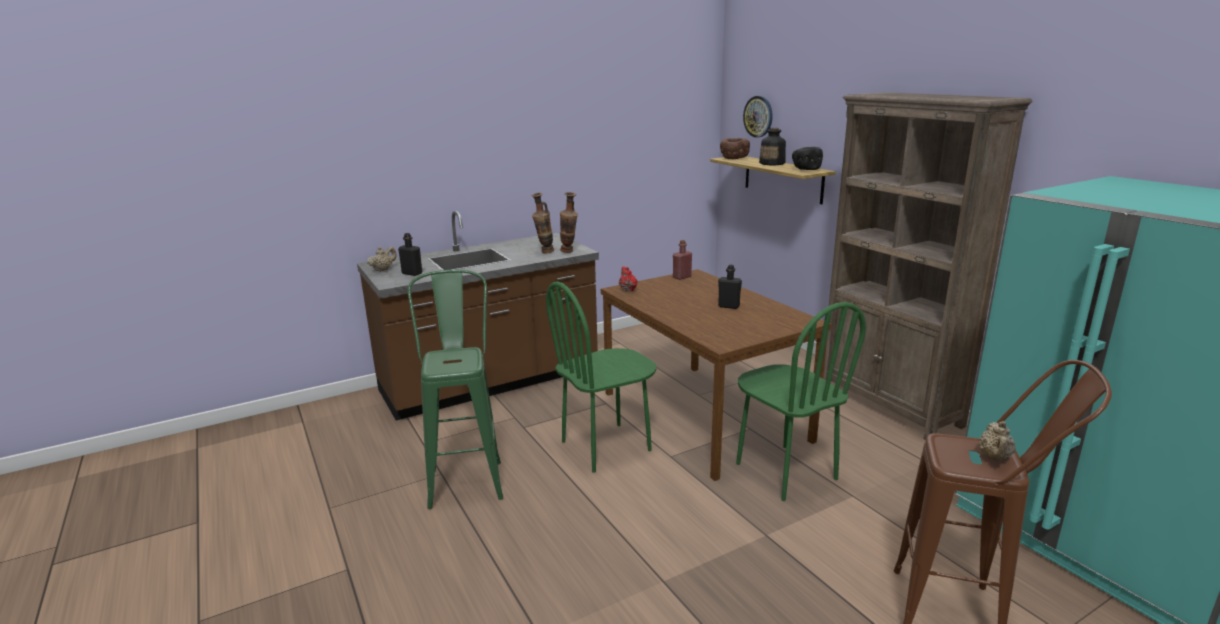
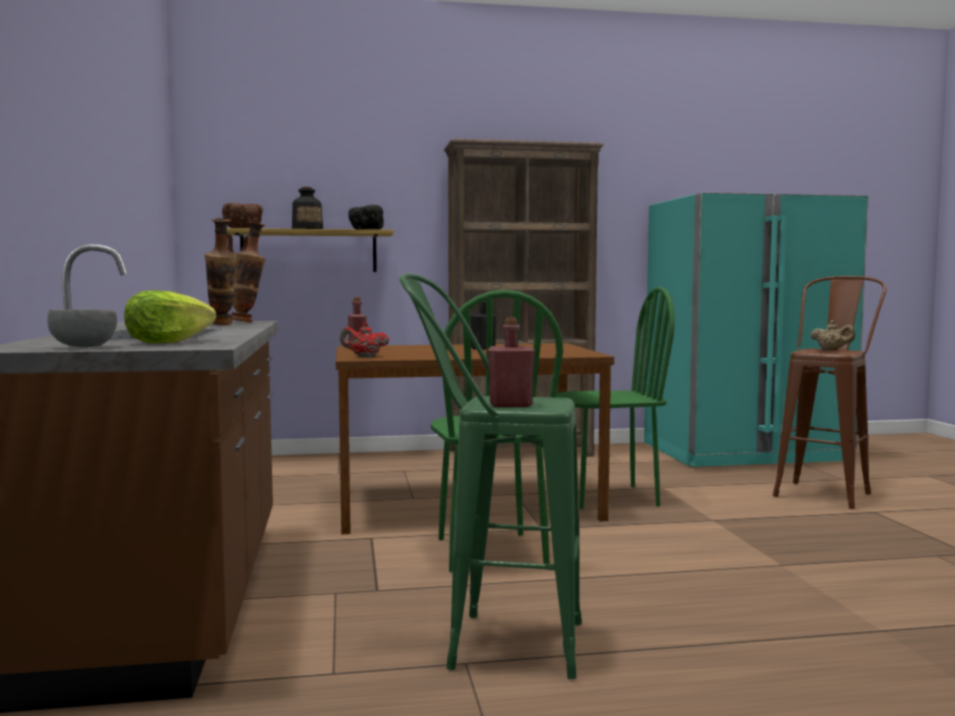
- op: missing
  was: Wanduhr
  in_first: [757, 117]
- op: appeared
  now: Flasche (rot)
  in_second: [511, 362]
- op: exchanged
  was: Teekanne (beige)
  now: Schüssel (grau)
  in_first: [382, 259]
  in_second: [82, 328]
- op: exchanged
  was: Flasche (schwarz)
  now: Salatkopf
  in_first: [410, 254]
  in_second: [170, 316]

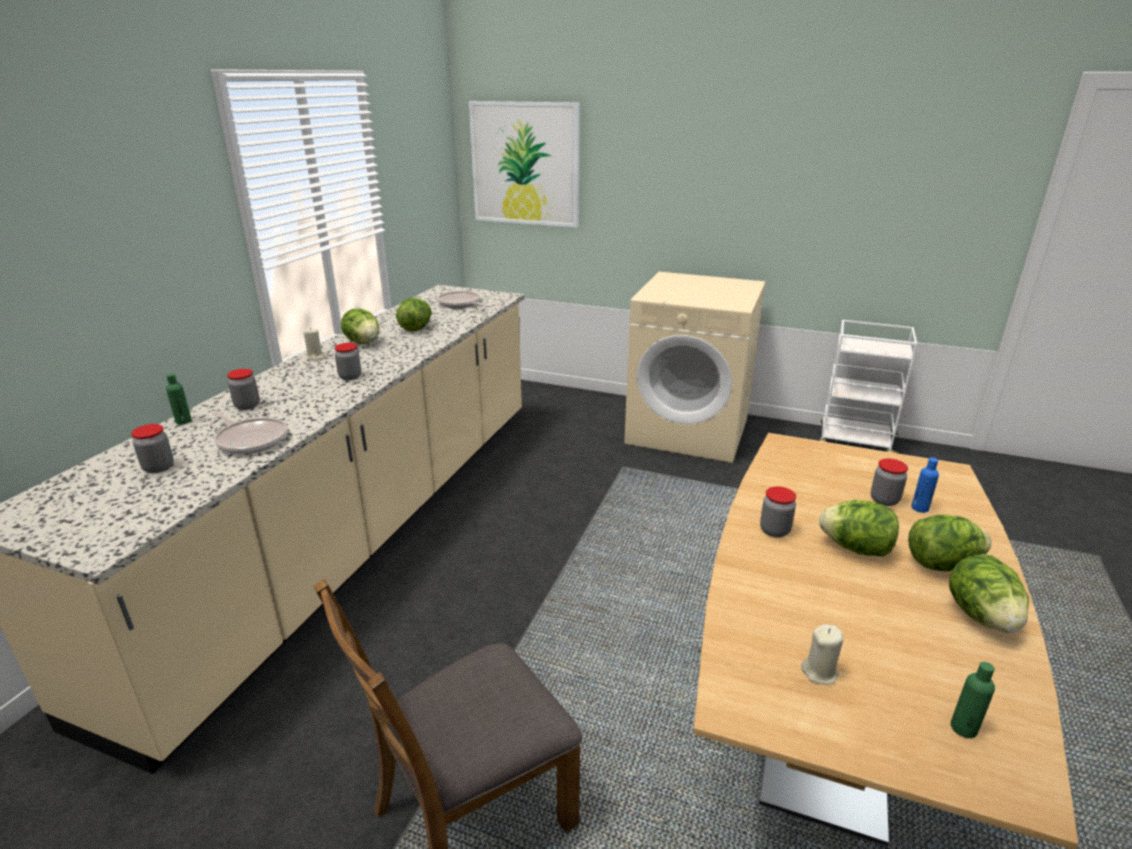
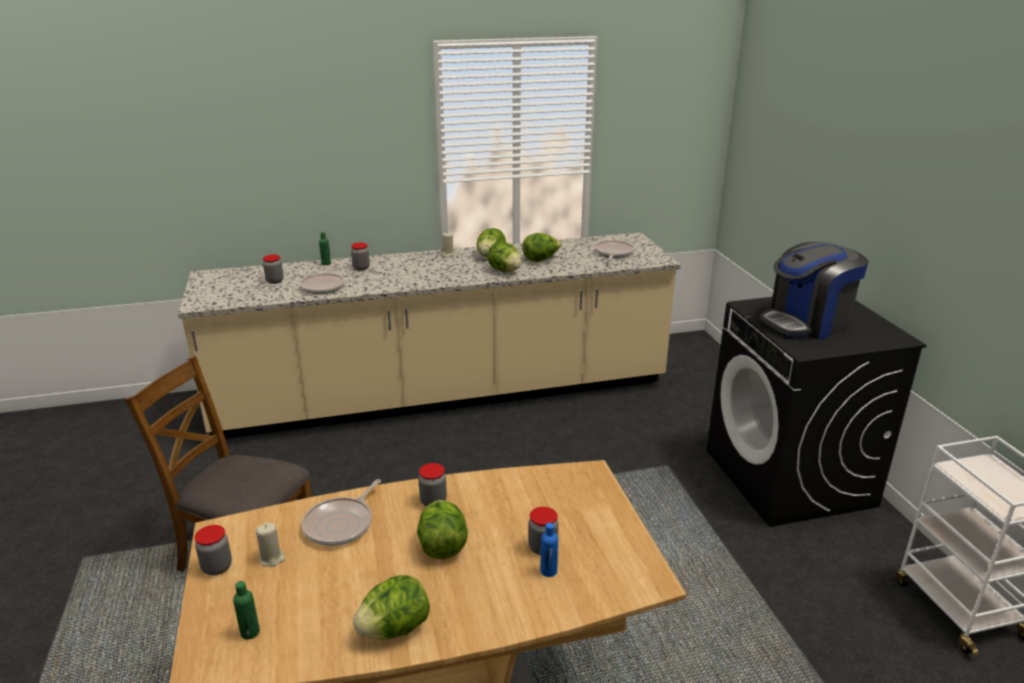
- op: missing
  was: Bild
  in_first: [524, 164]
- op: appeared
  now: Pfanne
  in_second: [341, 512]
- op: appeared
  now: Kaffeemaschine
  in_second: [814, 291]
- op: relocated
  was: Vorratsglas
  in_first: [348, 361]
  in_second: [213, 550]
- op: relocated
  was: Salatkopf
  in_first: [950, 543]
  in_second: [504, 257]
- op: colour
  was: Waschmaschine (beige)
  now: Waschmaschine (schwarz)
  in_first: [695, 367]
  in_second: [817, 412]

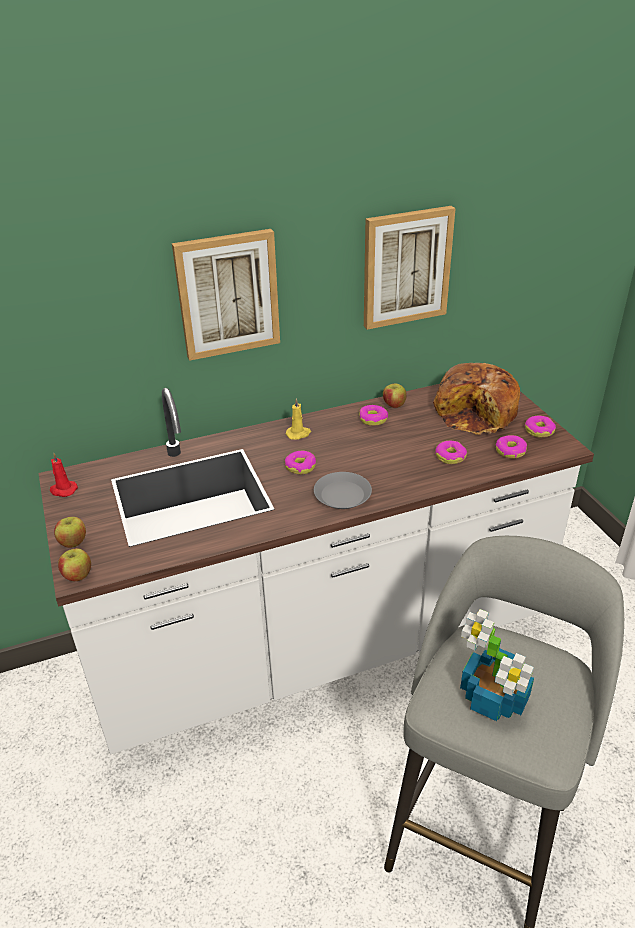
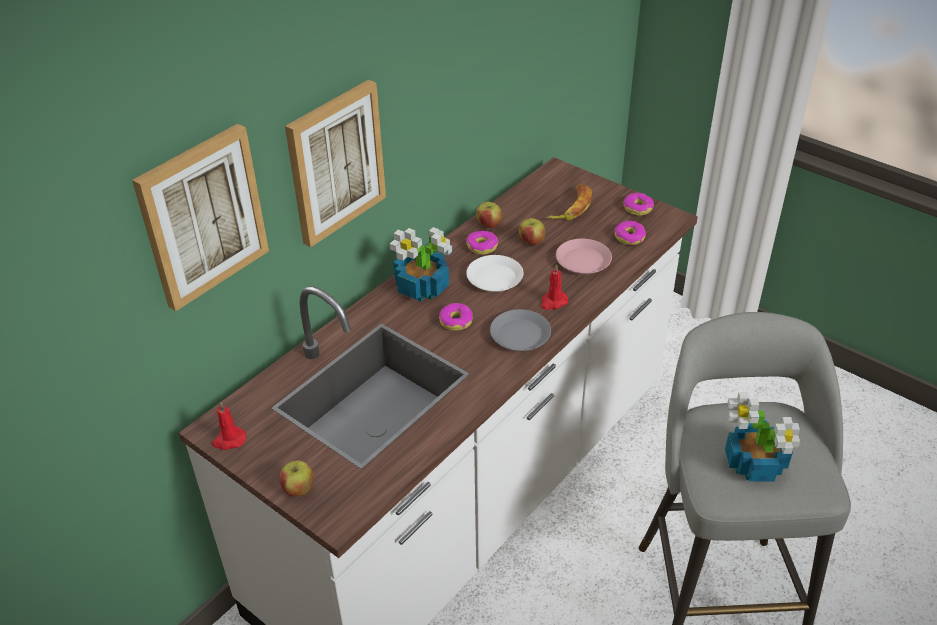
- op: appeared
  now: Teller (weiß)
  in_second: [495, 273]
- op: appeared
  now: Kerze (rot)
  in_second: [554, 287]
- op: relocated
  was: Apfel
  in_first: [74, 564]
  in_second: [532, 231]
- op: relocated
  was: Bild
  in_first: [410, 268]
  in_second: [200, 217]
- op: exchanged
  was: Kerze (gelb)
  now: Topfpflanze
  in_first: [298, 419]
  in_second: [421, 264]
- op: exchanged
  was: Brot
  now: Banane
  in_first: [476, 399]
  in_second: [569, 202]
- op: exchanged
  was: Donut
  now: Teller (rosa)
  in_first: [451, 452]
  in_second: [584, 257]

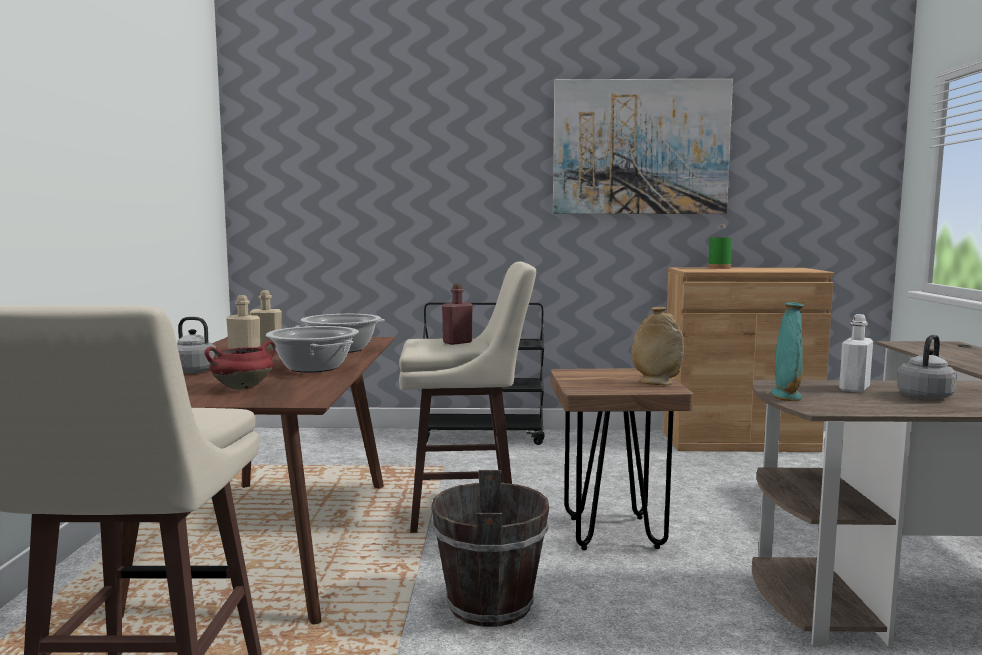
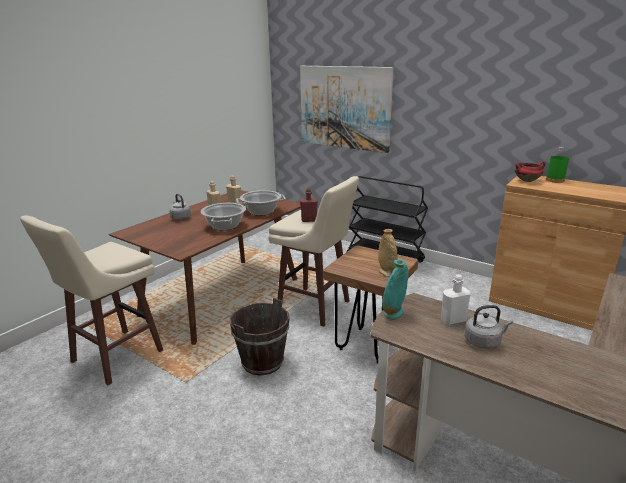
- op: relocated
  was: Kochtopf (rot)
  in_first: [240, 365]
  in_second: [530, 171]
- op: relocated
  was: Bild
  in_first: [643, 146]
  in_second: [346, 109]

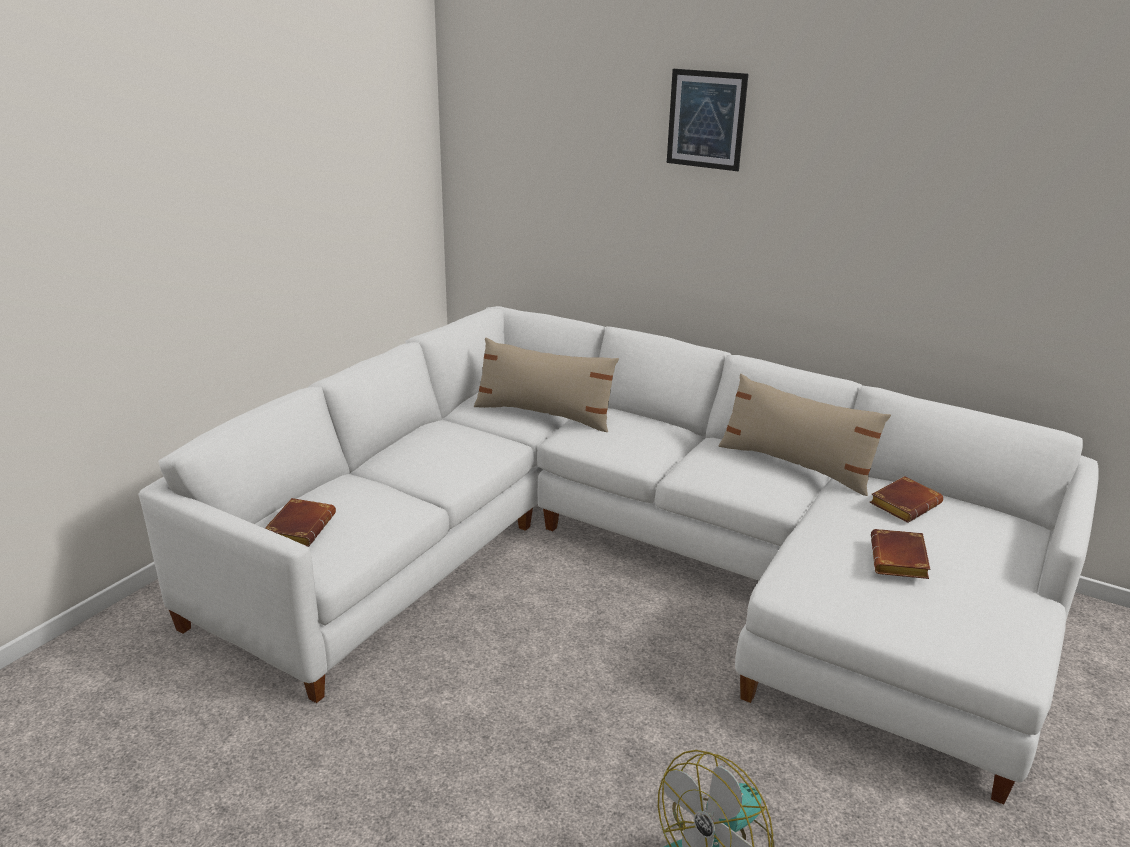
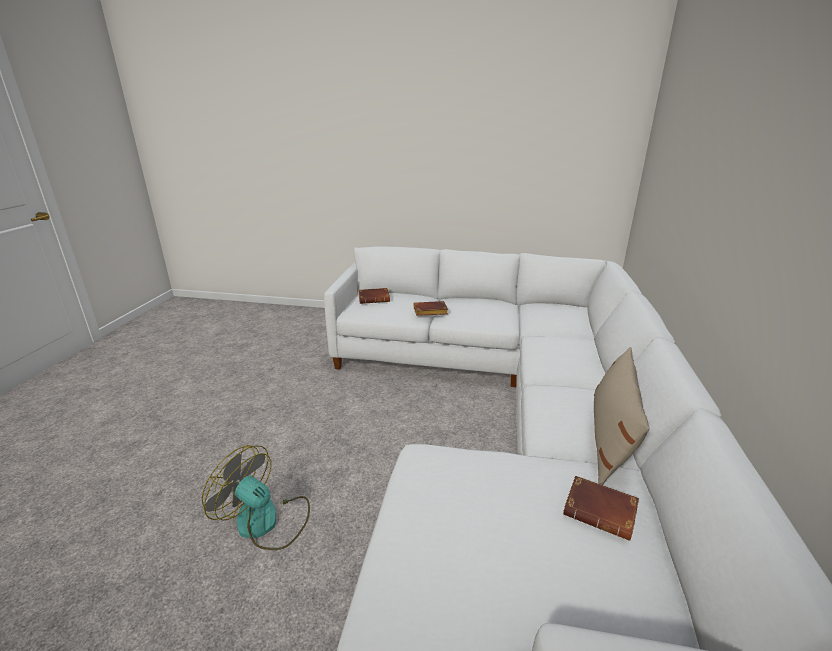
- op: missing
  was: Kissen (beige)
  in_first: [546, 385]
- op: missing
  was: Bild
  in_first: [707, 120]
- op: relocated
  was: Buch (braun)
  in_first: [900, 554]
  in_second: [431, 308]

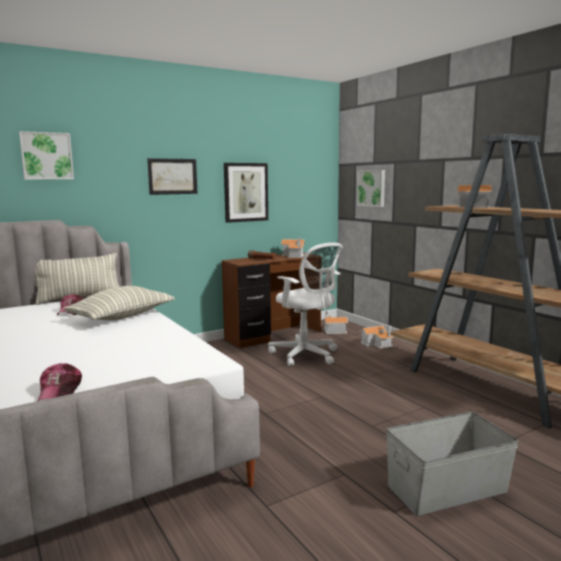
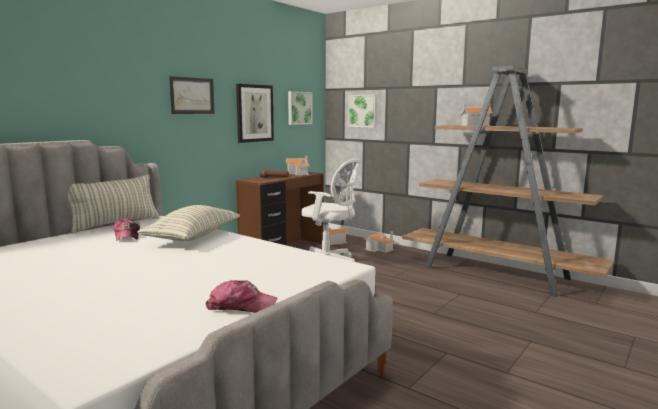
- op: missing
  was: Aufbewahrungsbox (grau)
  in_first: [452, 464]
- op: relocated
  was: Bild
  in_first: [46, 155]
  in_second: [300, 108]
- op: spun
  was: Kappe
  in_first: [59, 382]
  in_second: [241, 296]
  clockwise: -60

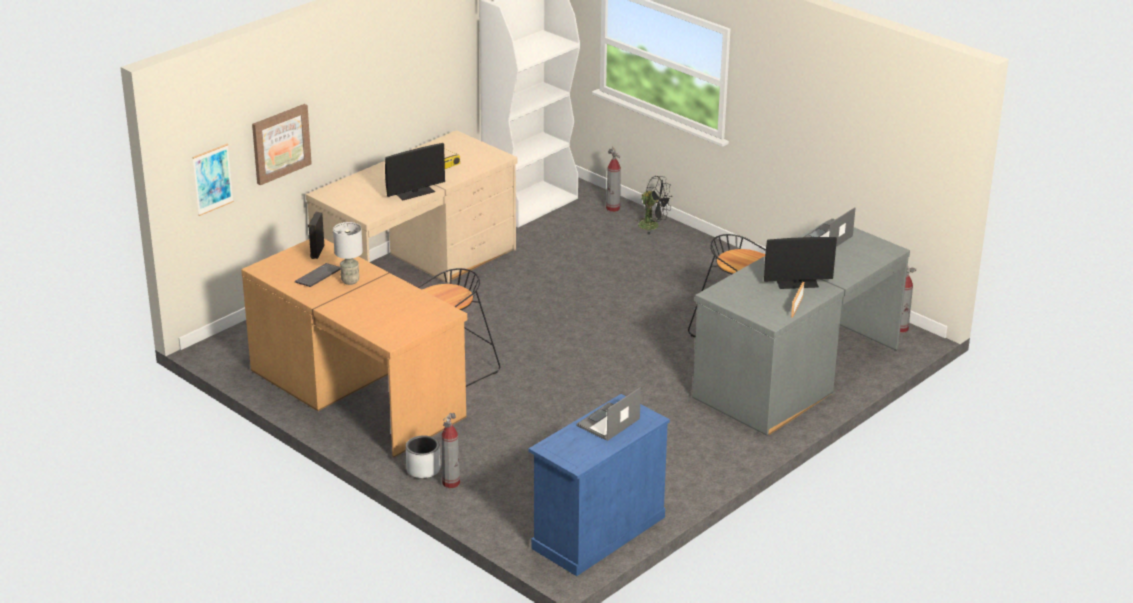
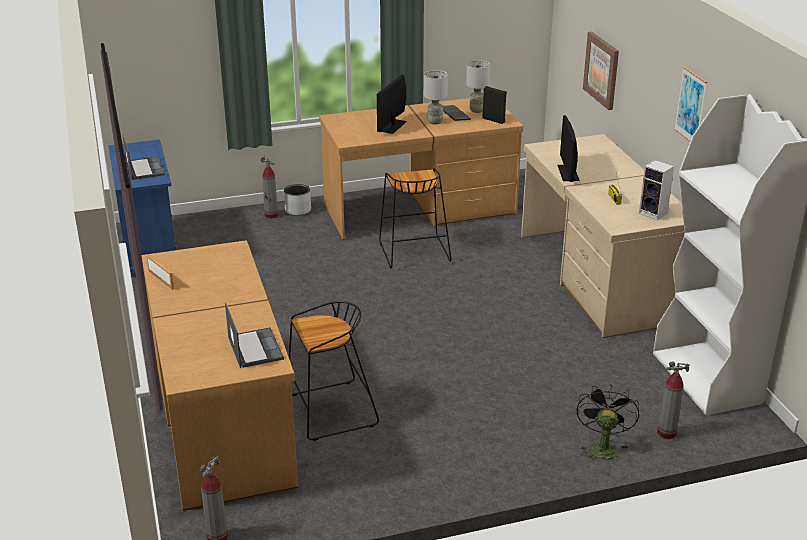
- op: appeared
  now: Tischlampe (grau)
  in_second: [478, 86]
- op: appeared
  now: Lautsprecher
  in_second: [656, 190]
- op: relocated
  was: Bild
  in_first: [213, 180]
  in_second: [690, 104]
- op: relocated
  was: Monitor
  in_first: [800, 263]
  in_second: [392, 104]
- op: colour
  was: Schreibtisch (grau)
  now: Schreibtisch (braun)
  in_first: [801, 327]
  in_second: [219, 375]
- op: spun
  was: Ventilator (schwarz)
  in_first: [653, 205]
  in_second: [607, 424]
  clockwise: 135

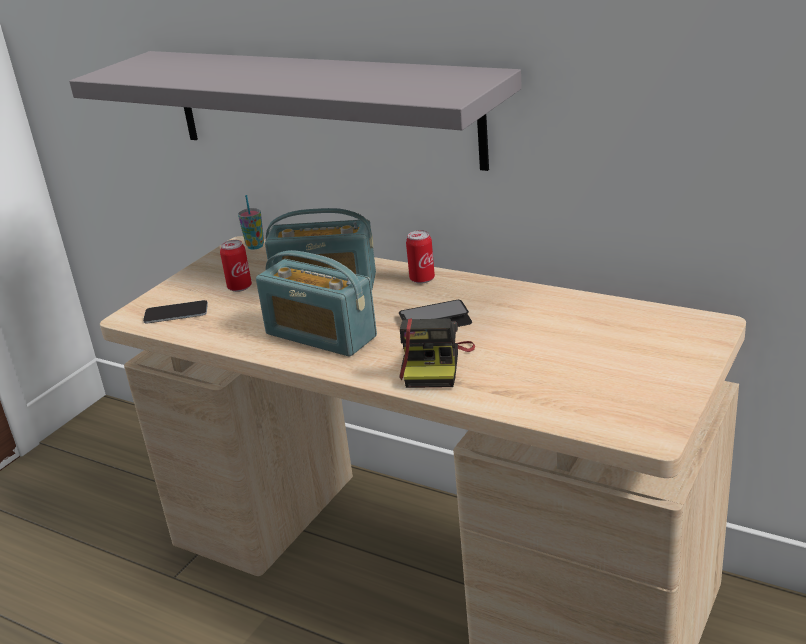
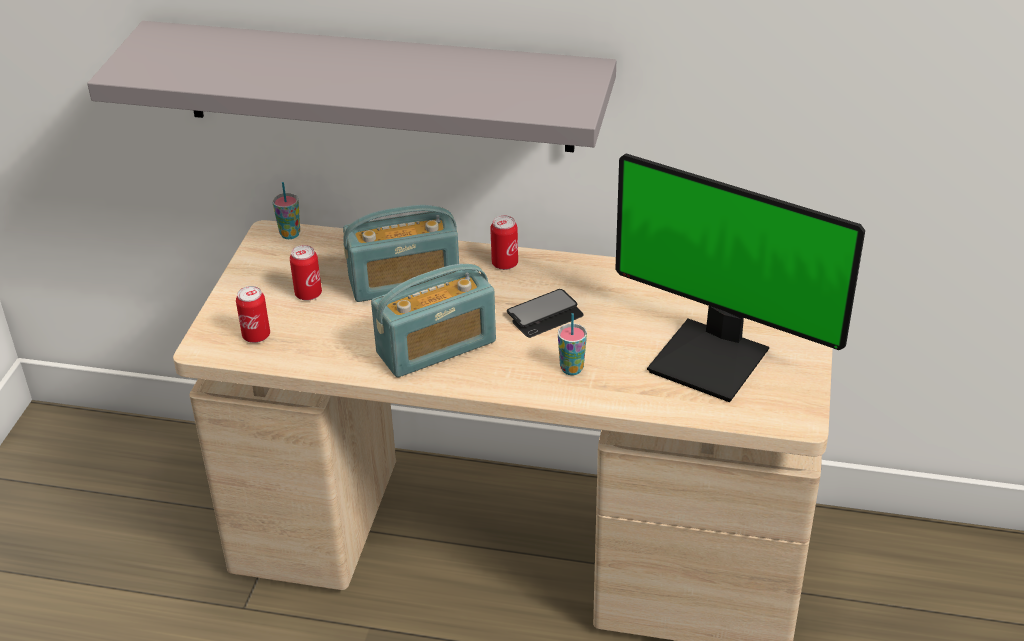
- op: appeared
  now: Monitor
  in_second: [740, 277]
- op: exchanged
  was: Handy
  now: Dose
  in_first: [175, 311]
  in_second: [253, 314]
- op: exchanged
  was: Kamera
  now: Tasse
  in_first: [437, 353]
  in_second: [572, 344]
- op: spun
  was: Radio
  in_first: [316, 303]
  in_second: [433, 320]
  clockwise: -45

